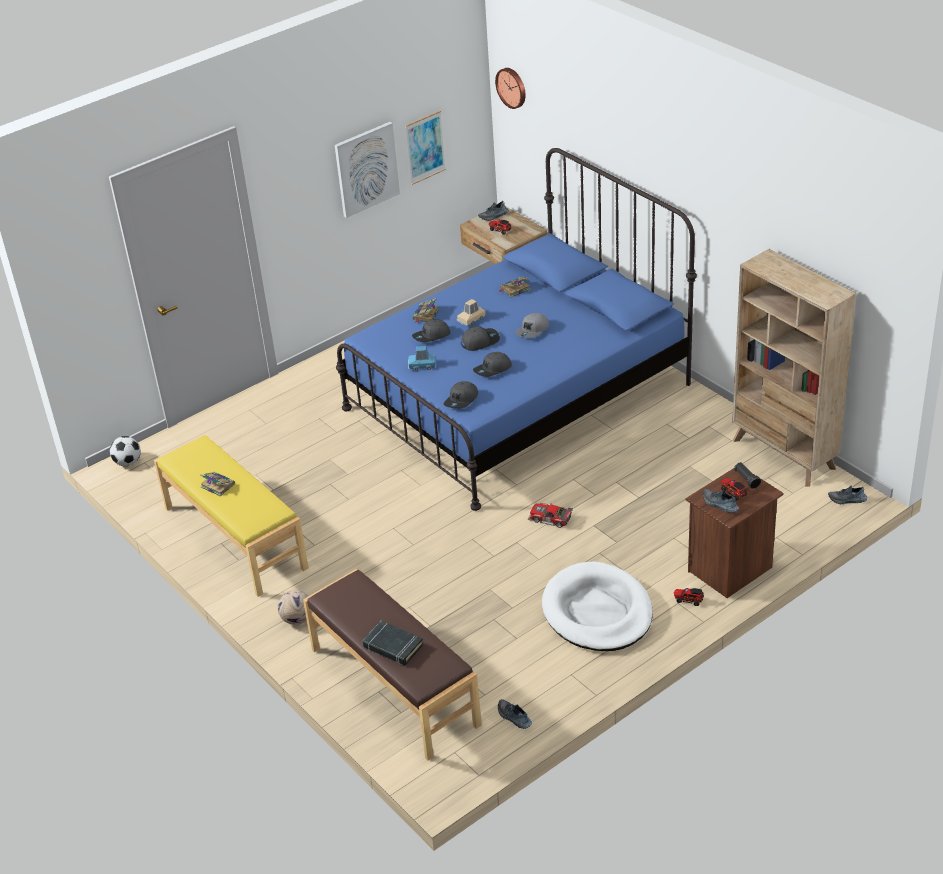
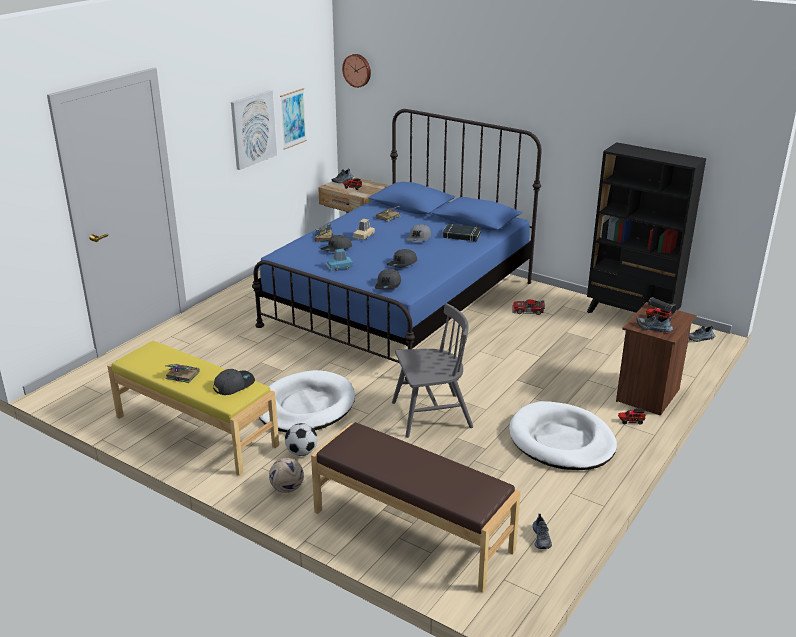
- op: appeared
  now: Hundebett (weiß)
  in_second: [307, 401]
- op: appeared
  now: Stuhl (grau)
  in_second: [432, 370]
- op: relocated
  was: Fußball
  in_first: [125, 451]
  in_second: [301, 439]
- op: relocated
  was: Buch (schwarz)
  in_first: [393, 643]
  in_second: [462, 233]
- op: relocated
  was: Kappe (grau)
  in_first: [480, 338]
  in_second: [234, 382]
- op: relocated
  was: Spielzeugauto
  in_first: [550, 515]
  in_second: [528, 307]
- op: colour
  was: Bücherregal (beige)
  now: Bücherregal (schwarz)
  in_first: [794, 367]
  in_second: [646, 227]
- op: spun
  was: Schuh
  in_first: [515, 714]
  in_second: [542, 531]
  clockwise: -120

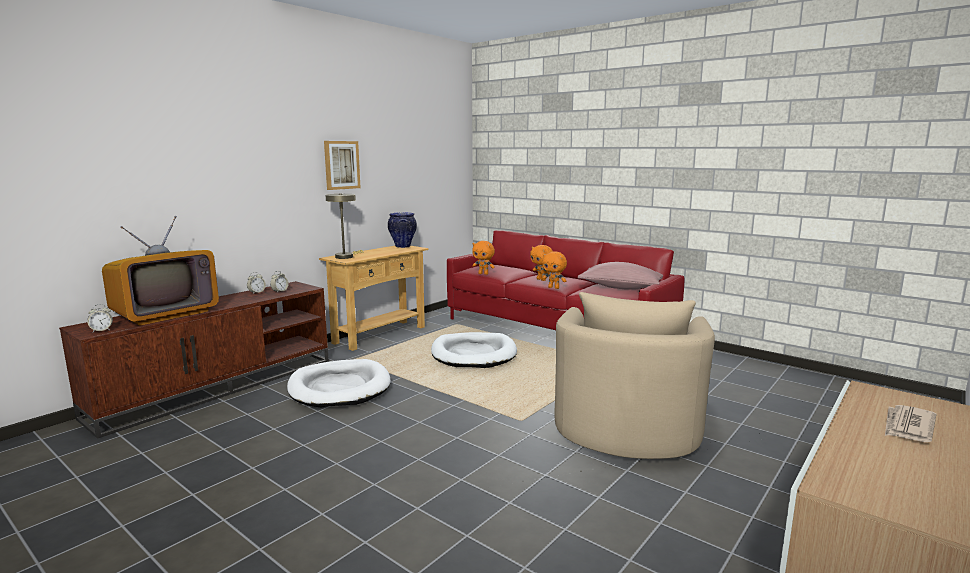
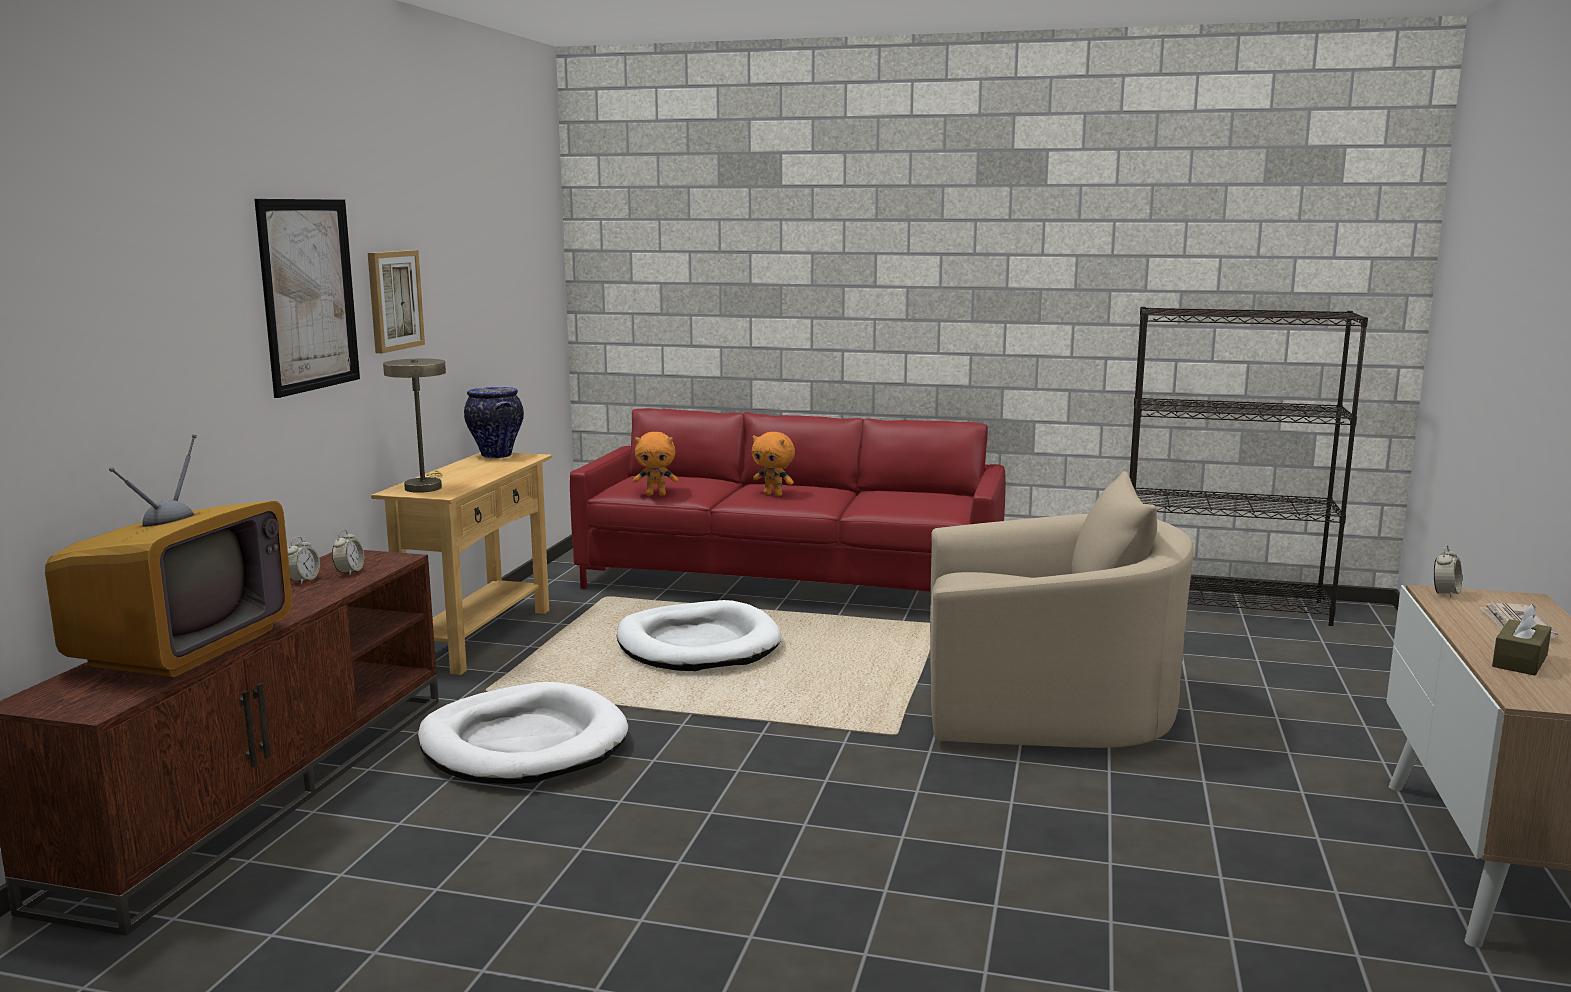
- op: missing
  was: Plüschtier (orange)
  in_first: [554, 270]
- op: missing
  was: Kissen (rosa)
  in_first: [620, 276]
- op: appeared
  now: Bild
  in_second: [307, 298]
- op: appeared
  now: Bücherregal (schwarz)
  in_second: [1249, 466]
- op: appeared
  now: Taschentuchbox (braun)
  in_second: [1522, 640]
- op: relocated
  was: Wecker
  in_first: [100, 318]
  in_second: [1448, 571]
- op: spun
  was: Sessel (beige)
  in_first: [634, 375]
  in_second: [1062, 609]
  clockwise: -75

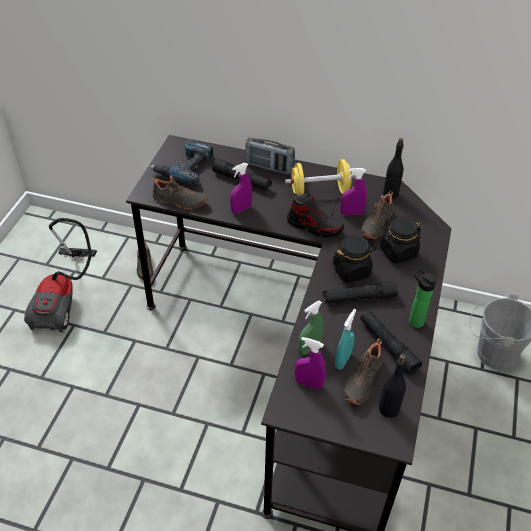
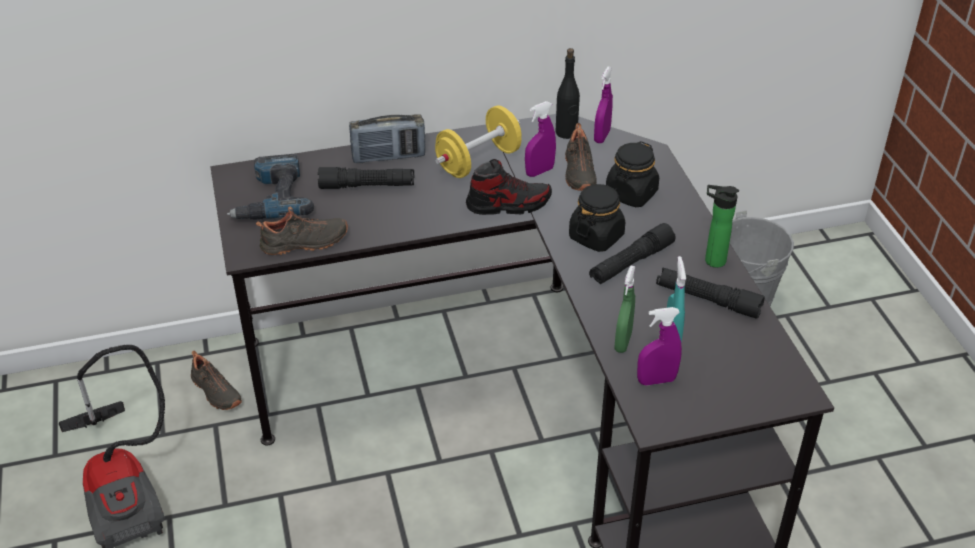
- op: missing
  was: Schuh (schwarz)
  in_first: [363, 371]
- op: missing
  was: Flasche (schwarz)
  in_first: [392, 386]
- op: relocated
  was: Sprühflasche (lila)
  in_first: [241, 188]
  in_second: [603, 105]

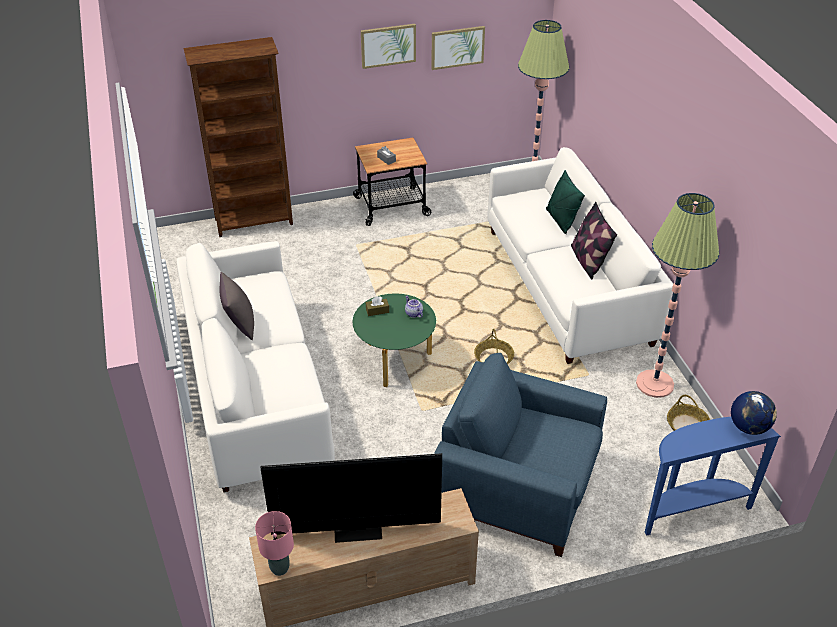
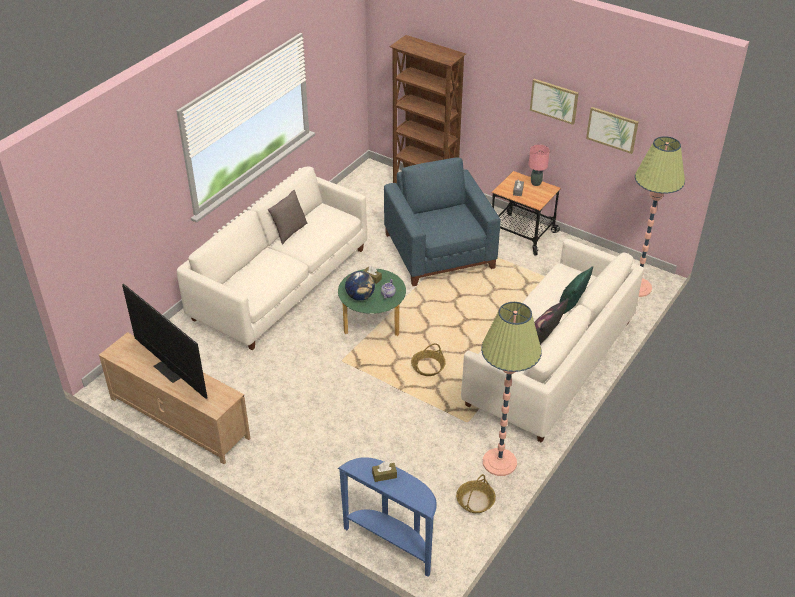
- op: appeared
  now: Taschentuchbox (braun)
  in_second: [384, 472]
- op: relocated
  was: Tischlampe (rosa)
  in_first: [274, 543]
  in_second: [539, 165]
- op: relocated
  was: Sessel (blau)
  in_first: [520, 455]
  in_second: [442, 222]
- op: relocated
  was: Globus
  in_first: [754, 413]
  in_second: [360, 286]

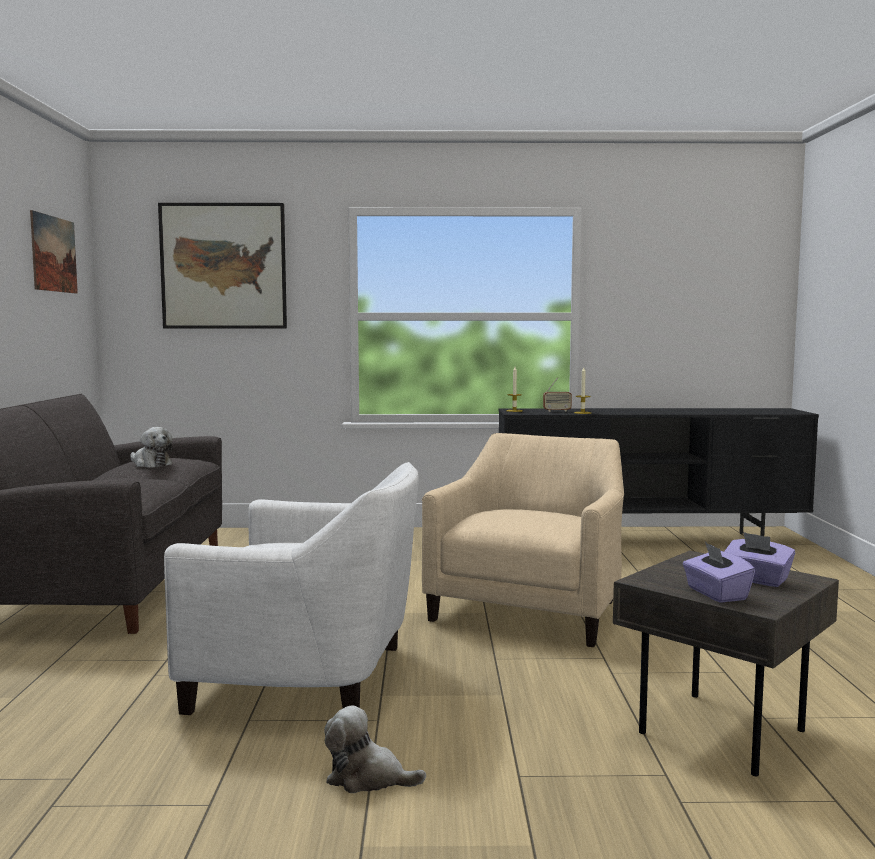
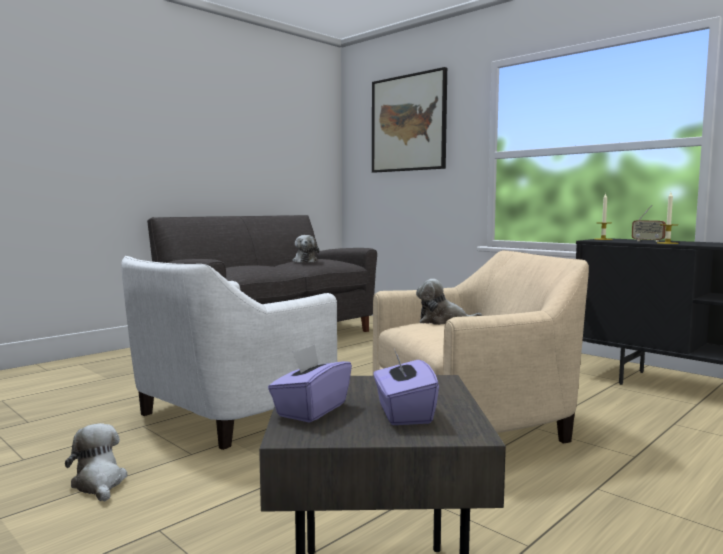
- op: missing
  was: Bild
  in_first: [54, 252]
- op: appeared
  now: Plüschtier
  in_second: [449, 302]
- op: spun
  was: Sessel (weiß)
  in_first: [291, 588]
  in_second: [229, 353]
  clockwise: 75

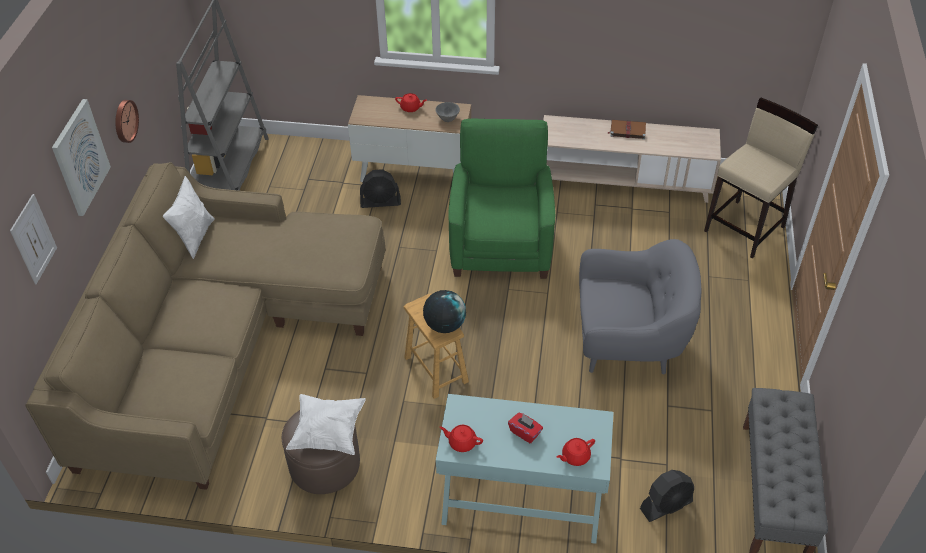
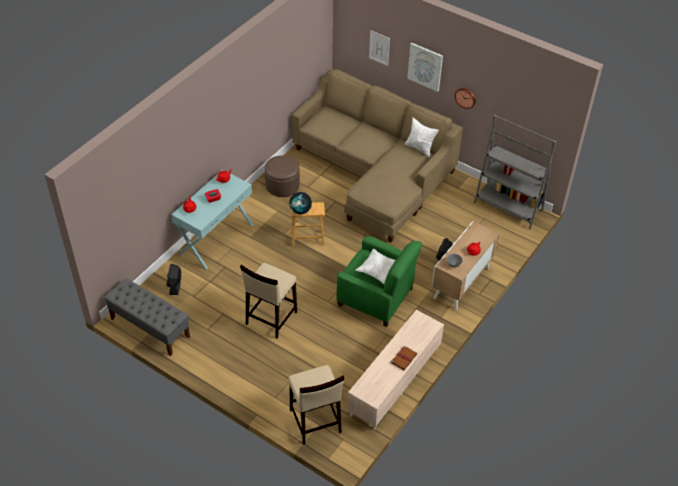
- op: relocated
  was: Kissen (weiß)
  in_first: [326, 424]
  in_second: [375, 266]
- op: exchanged
  was: Sessel (grau)
  now: Hocker (beige)
  in_first: [640, 306]
  in_second: [268, 301]

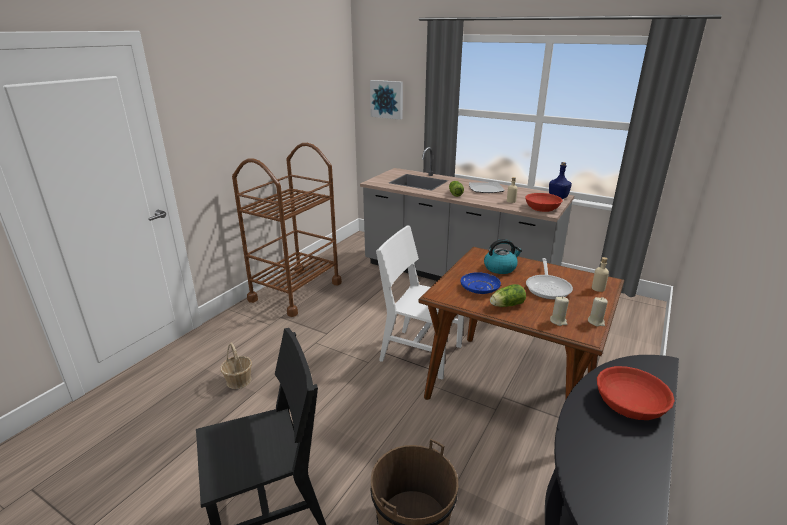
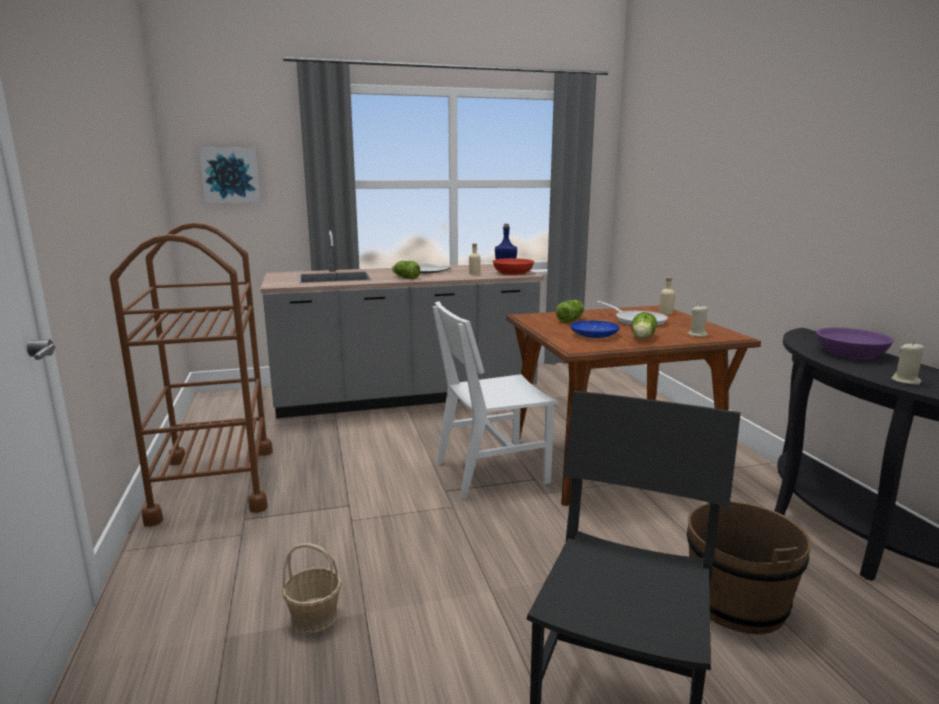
- op: relocated
  was: Kerze (beige)
  in_first: [598, 311]
  in_second: [907, 363]
- op: exchanged
  was: Wasserkessel
  now: Salatkopf
  in_first: [503, 256]
  in_second: [570, 311]
- op: colour
  was: Schüssel (rot)
  now: Schüssel (lila)
  in_first: [636, 393]
  in_second: [855, 343]

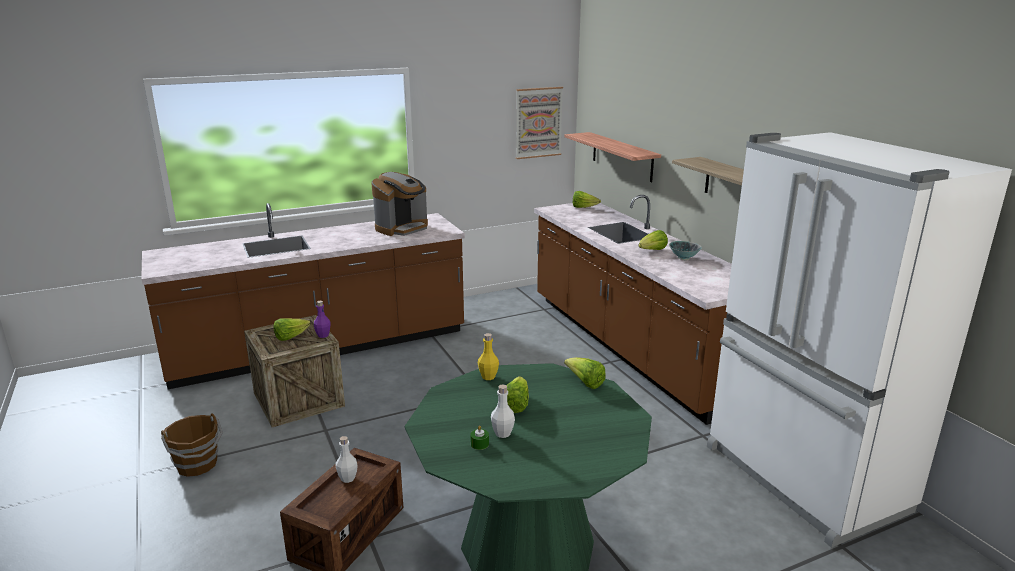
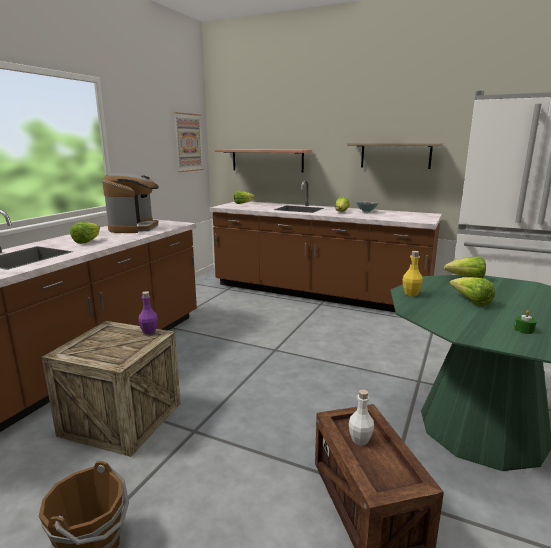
- op: missing
  was: Flasche (weiß)
  in_first: [503, 411]
- op: relocated
  was: Salatkopf
  in_first: [292, 329]
  in_second: [85, 233]

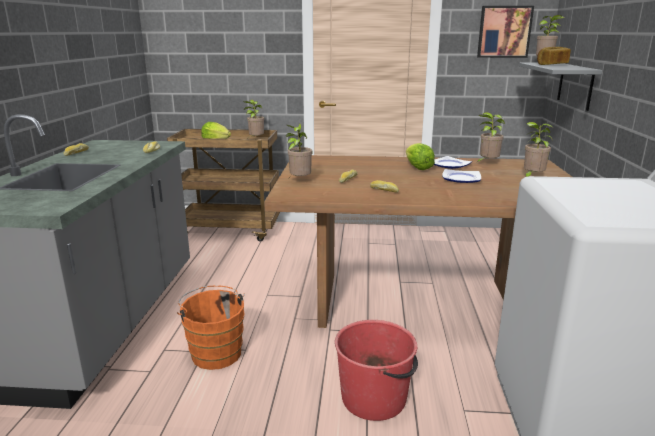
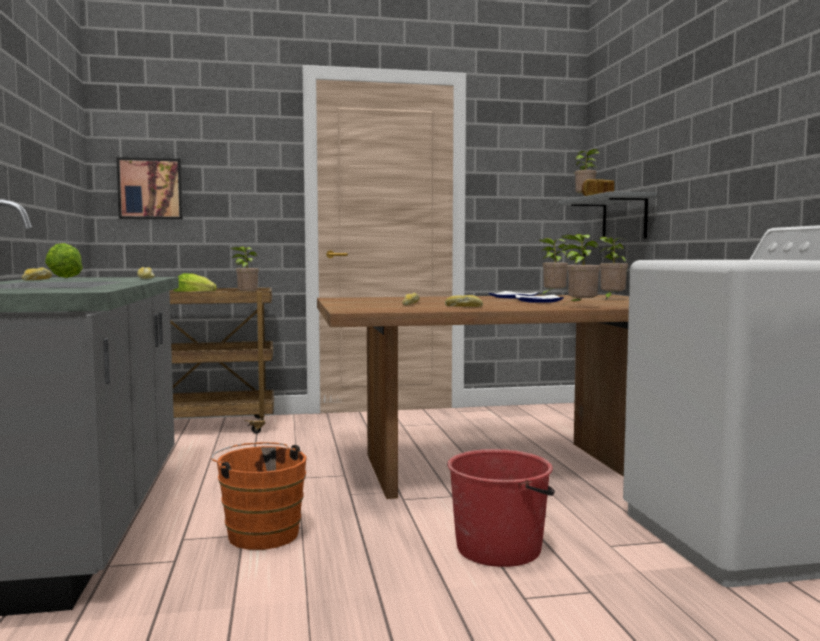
- op: relocated
  was: Topfpflanze
  in_first: [299, 151]
  in_second: [580, 269]
- op: relocated
  was: Salatkopf
  in_first: [420, 156]
  in_second: [64, 260]
- op: relocated
  was: Bild
  in_first: [505, 32]
  in_second: [149, 188]

